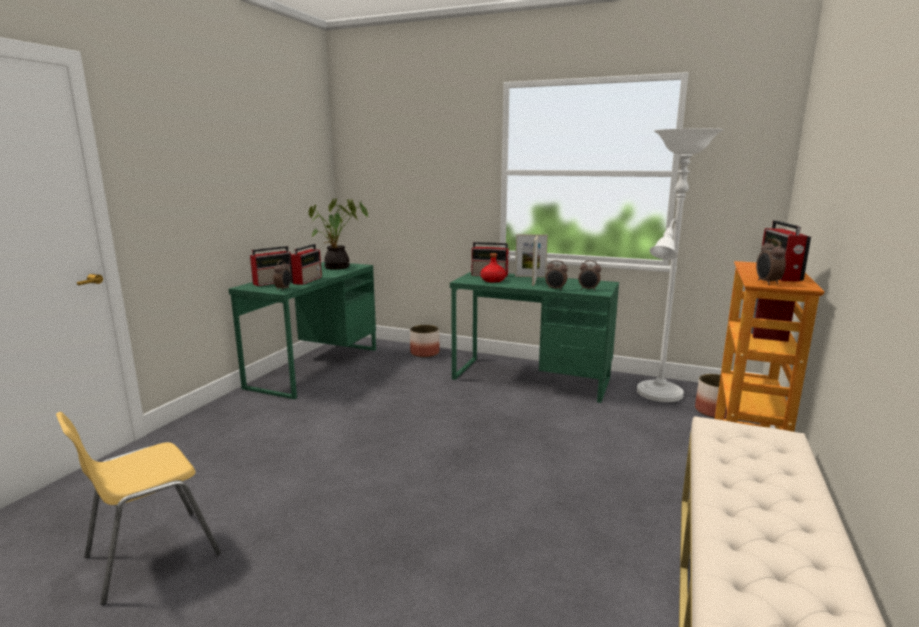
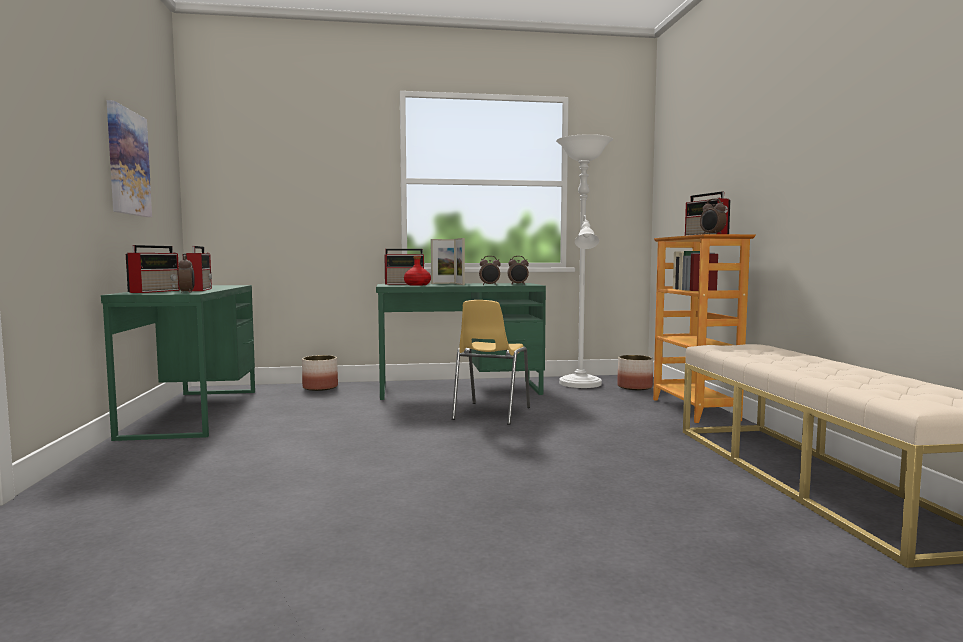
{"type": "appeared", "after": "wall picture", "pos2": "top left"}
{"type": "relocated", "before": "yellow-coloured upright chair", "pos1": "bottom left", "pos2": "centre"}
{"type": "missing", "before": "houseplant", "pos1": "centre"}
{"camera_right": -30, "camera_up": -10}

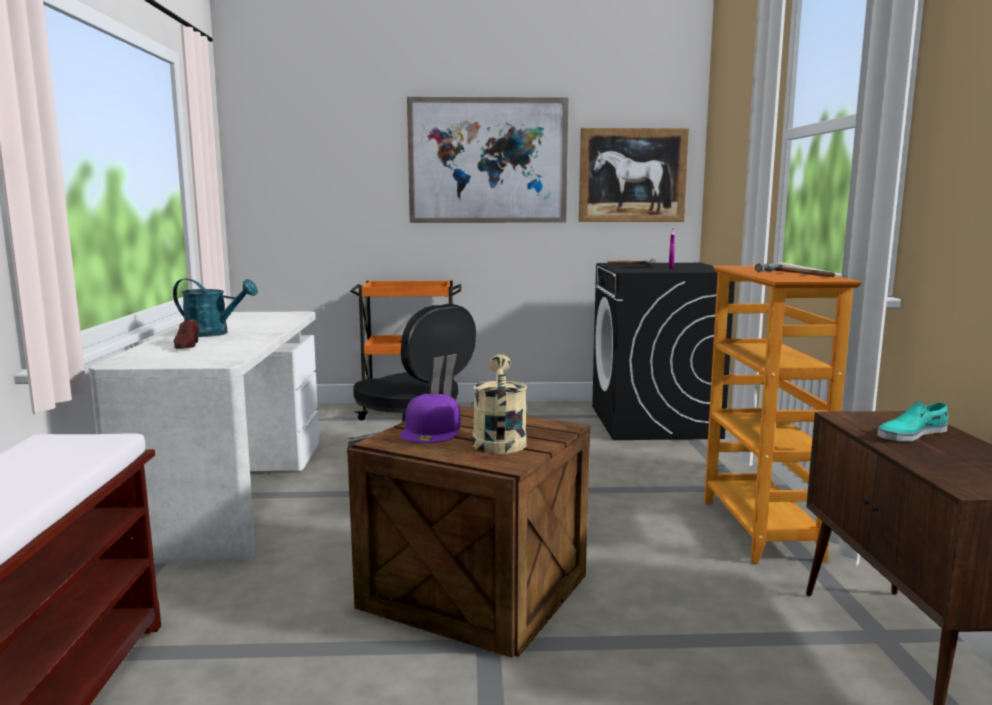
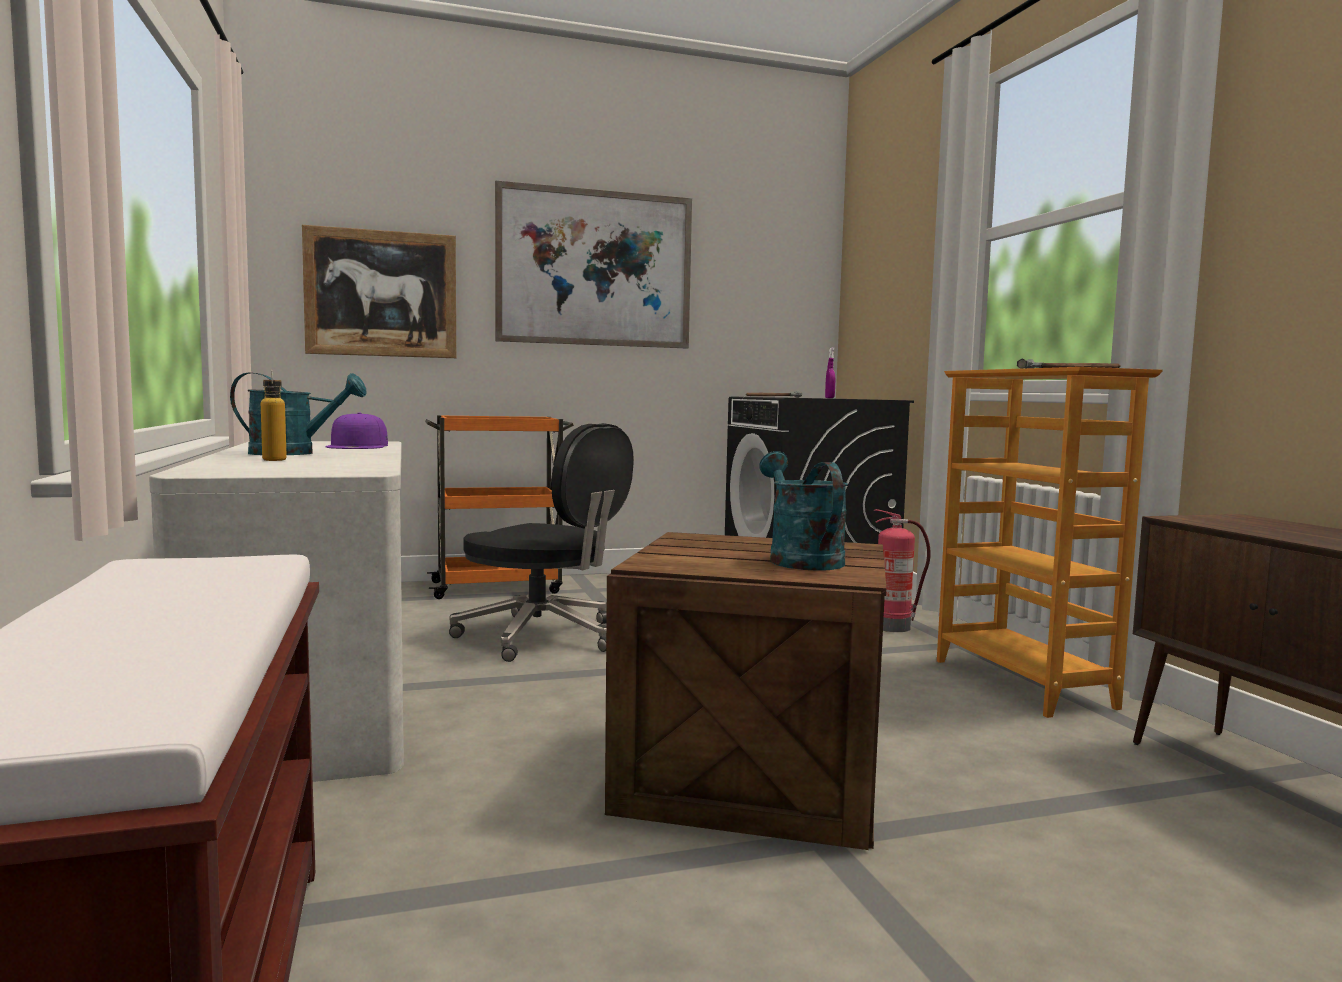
{"type": "exchanged", "before": "brownish shoe", "after": "bottle", "pos1": "middle left", "pos2": "middle left"}
{"type": "relocated", "before": "wall picture (no. 2 from left in the first image)", "after": "wall picture (no. 1 from left)", "pos1": "top centre", "pos2": "top left"}
{"type": "relocated", "before": "purple peaked cap", "pos1": "centre", "pos2": "middle left"}
{"type": "colour", "before": "beige-coloured watering can", "after": "blue-green watering can (no. 2 from left)", "pos1": "centre", "pos2": "centre"}
{"type": "appeared", "after": "extinguisher", "pos2": "middle right"}
{"type": "missing", "before": "blue-green shoe", "pos1": "middle right"}
{"camera_right": -15, "camera_up": -5}

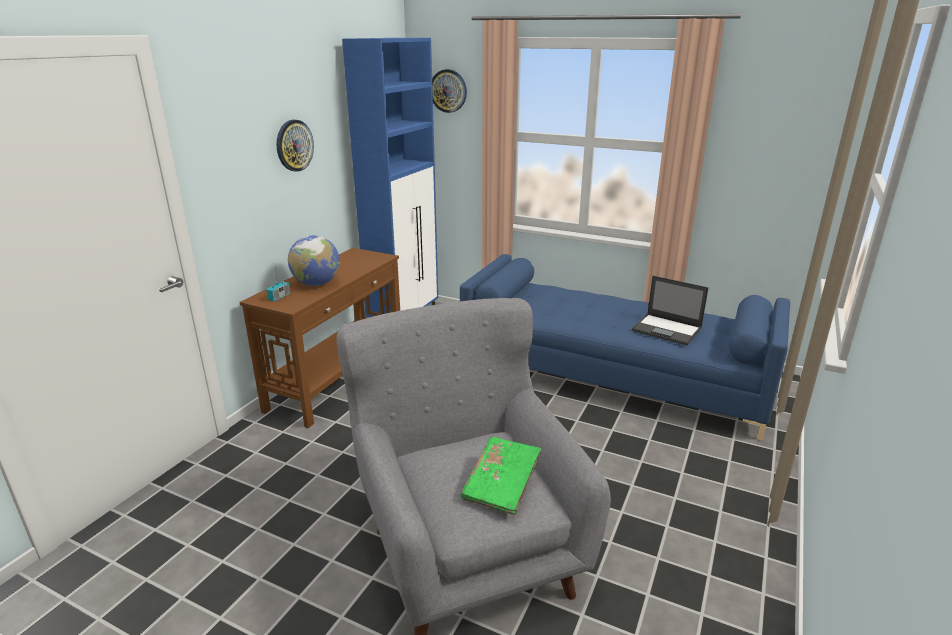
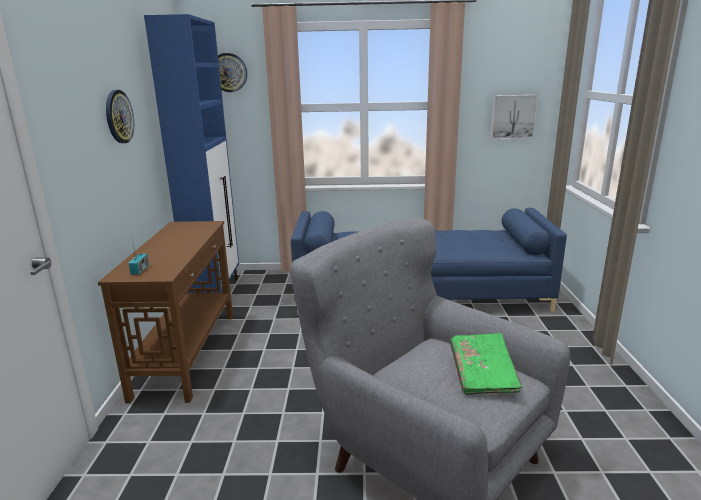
{"type": "appeared", "after": "wall picture", "pos2": "top right"}
{"type": "missing", "before": "globe", "pos1": "middle left"}
{"type": "missing", "before": "notebook computer", "pos1": "middle right"}
{"camera_right": -25, "camera_up": -5}

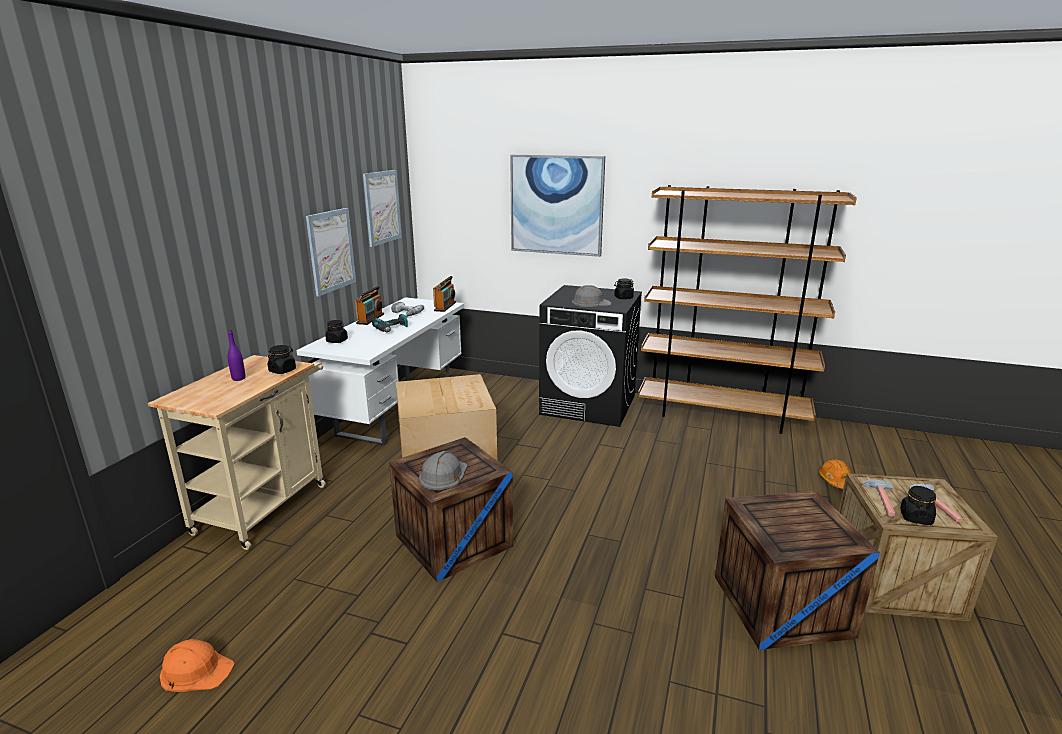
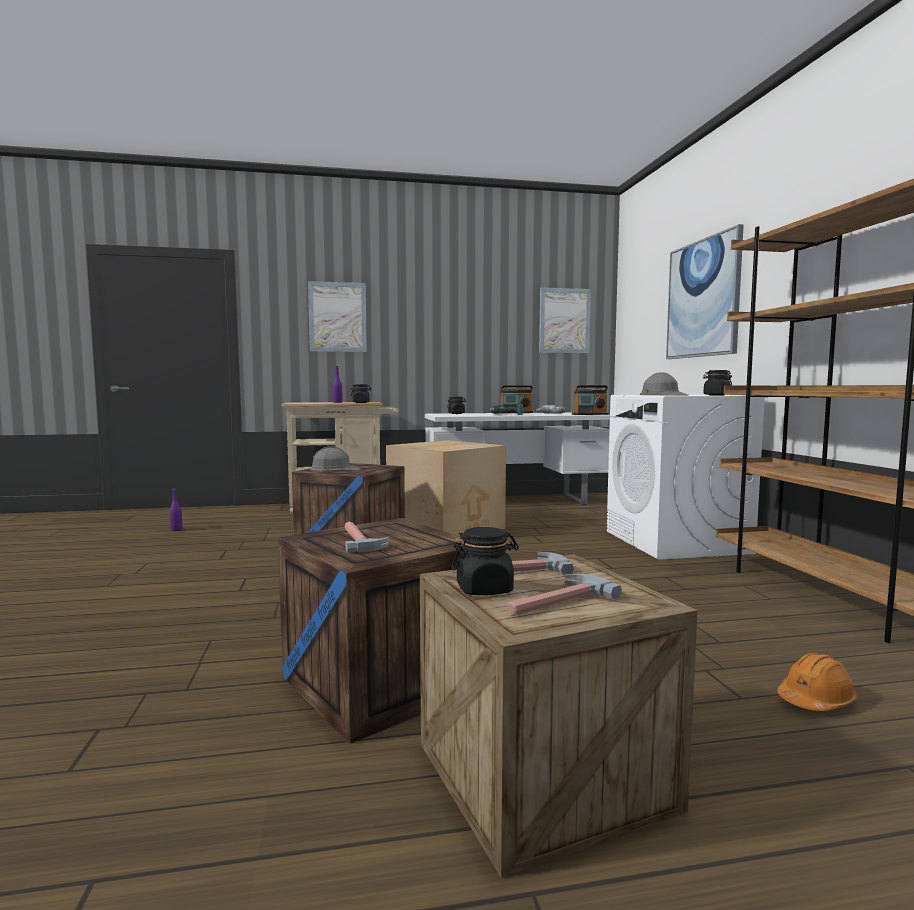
{"type": "exchanged", "before": "orange hard hat (no. 1 from left)", "after": "purple bottle (no. 1 from left)", "pos1": "bottom left", "pos2": "middle left"}
{"type": "relocated", "before": "wall picture (no. 1 from left)", "pos1": "middle left", "pos2": "centre"}
{"type": "appeared", "after": "hand hammer (no. 1 from left)", "pos2": "centre"}
{"type": "colour", "before": "blackish laundry appliance", "after": "white laundry appliance", "pos1": "centre", "pos2": "middle right"}
{"camera_right": 60, "camera_up": -15}

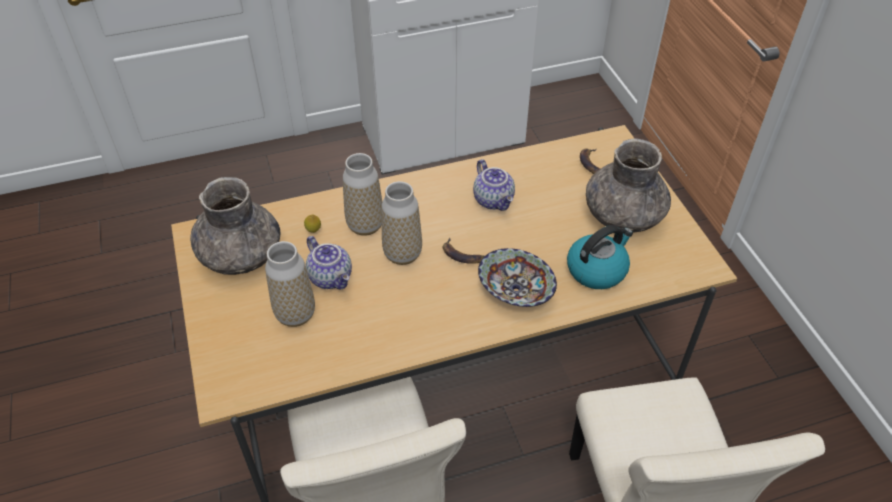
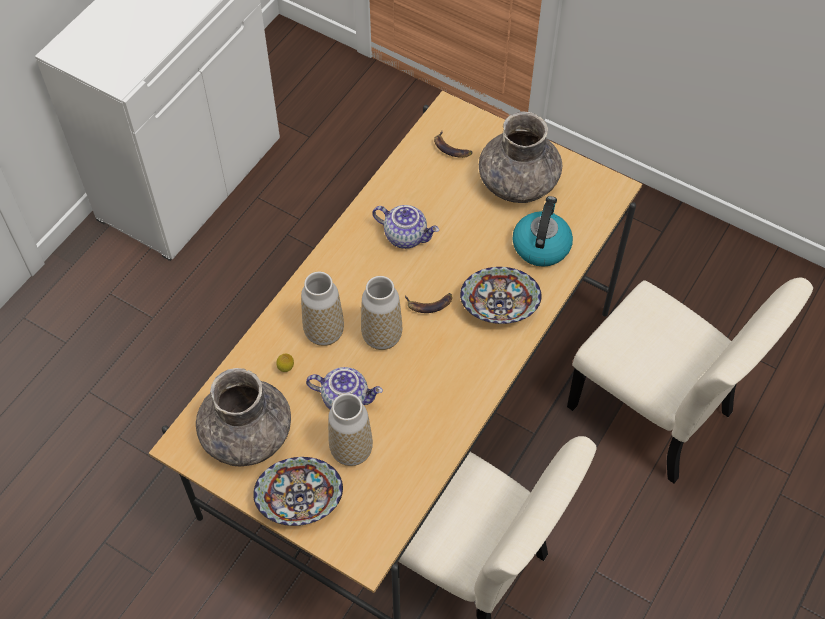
{"type": "appeared", "after": "serving bowl (no. 1 from left)", "pos2": "bottom centre"}
{"camera_right": -40, "camera_up": 10}

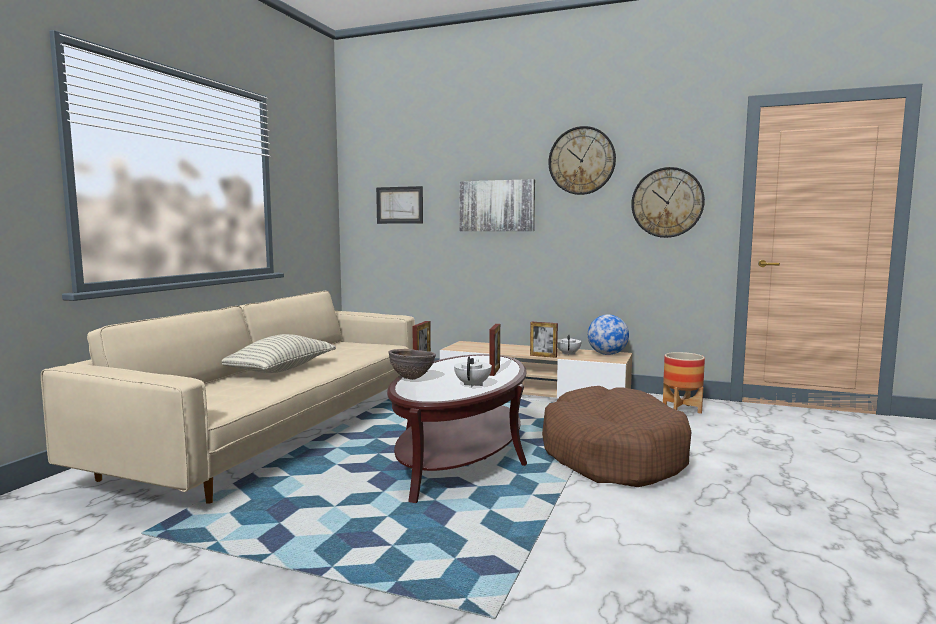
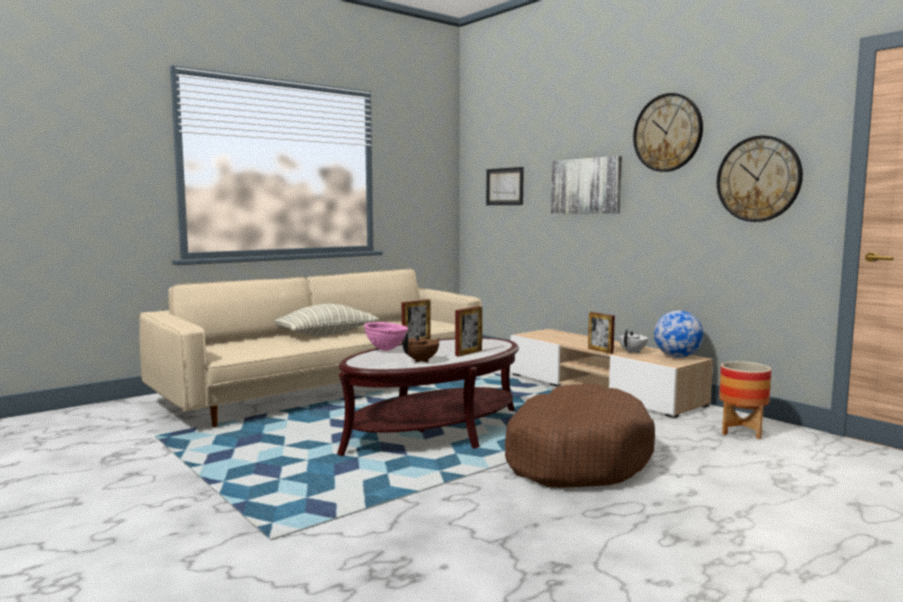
{"type": "colour", "before": "brownish serving bowl", "after": "pink-coloured serving bowl", "pos1": "centre", "pos2": "centre"}
{"type": "colour", "before": "white teapot (no. 1 from left)", "after": "brownish teapot", "pos1": "centre", "pos2": "centre"}
{"camera_right": 30, "camera_up": 0}

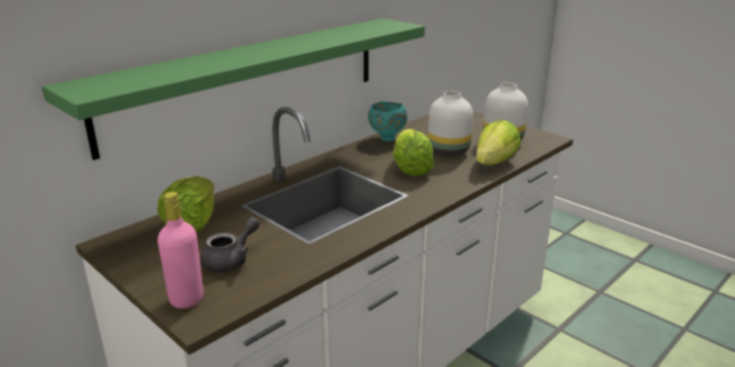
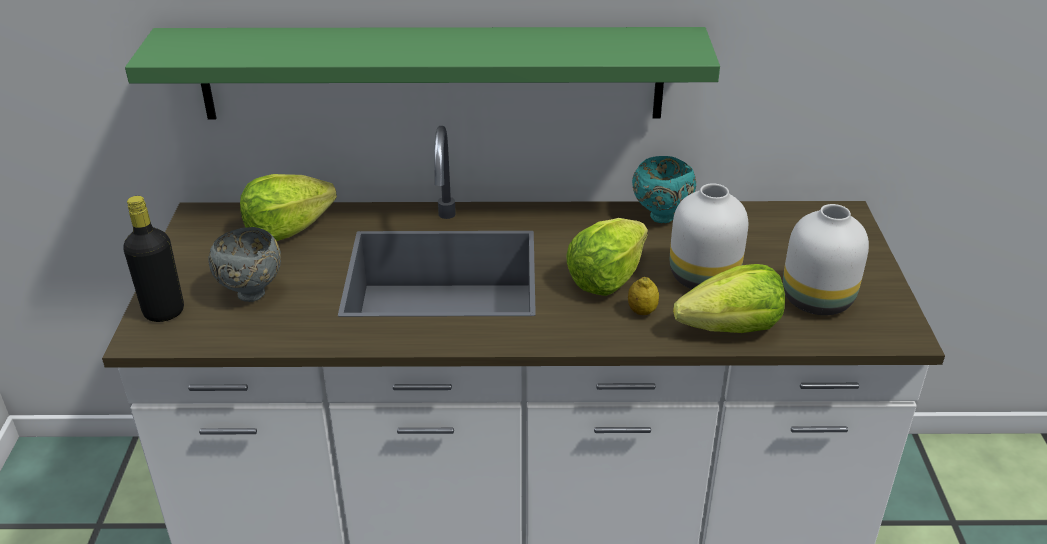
{"type": "colour", "before": "pink-coloured bottle", "after": "blackish bottle", "pos1": "bottom left", "pos2": "middle left"}
{"type": "exchanged", "before": "greyish teapot", "after": "greyish serving bowl", "pos1": "bottom left", "pos2": "middle left"}
{"type": "appeared", "after": "citrus fruit", "pos2": "centre"}
{"camera_right": 45, "camera_up": 10}

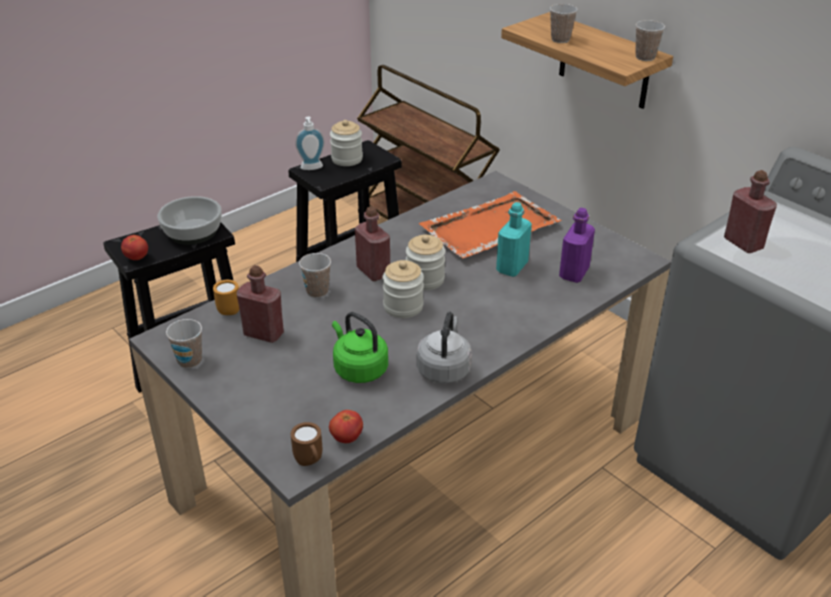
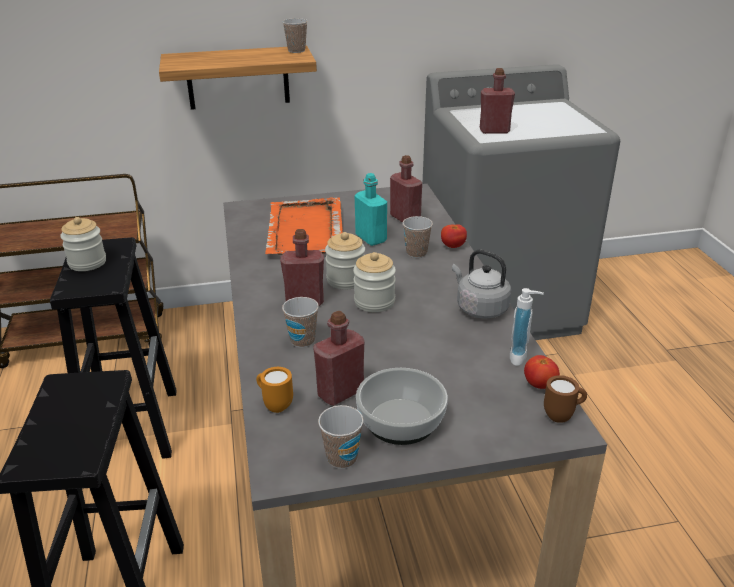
{"type": "relocated", "before": "serving bowl", "pos1": "middle left", "pos2": "bottom centre"}
{"type": "colour", "before": "purple bottle", "after": "red-coloured bottle (no. 3 from left)", "pos1": "middle right", "pos2": "top centre"}
{"type": "relocated", "before": "drinking cup (no. 3 from left in the first image)", "after": "drinking cup (no. 4 from left)", "pos1": "top right", "pos2": "centre"}
{"type": "relocated", "before": "tomato (no. 1 from left)", "pos1": "middle left", "pos2": "centre"}
{"type": "relocated", "before": "soap bottle", "pos1": "top centre", "pos2": "middle right"}
{"type": "missing", "before": "greenish tea kettle", "pos1": "centre"}
{"camera_right": -60, "camera_up": -5}

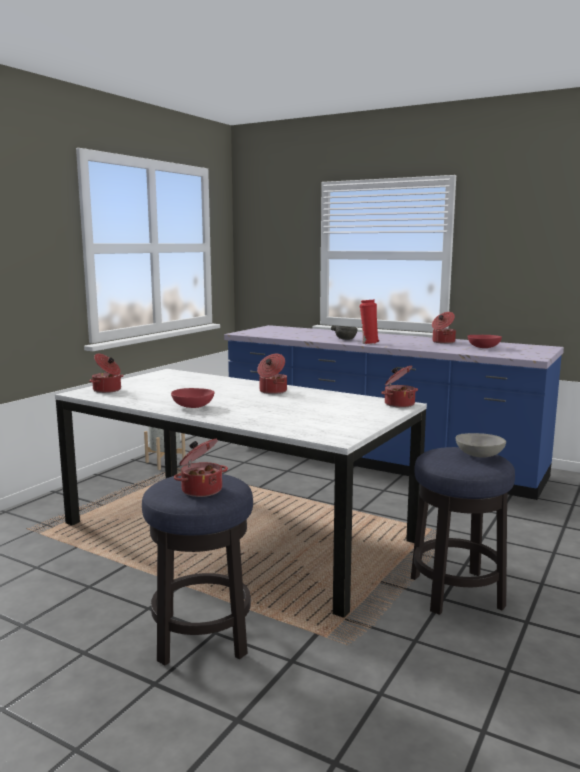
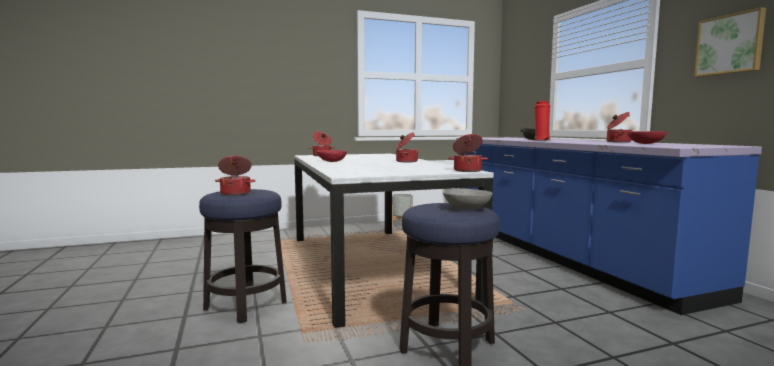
{"type": "appeared", "after": "wall picture", "pos2": "top right"}
{"camera_right": 40, "camera_up": -5}

